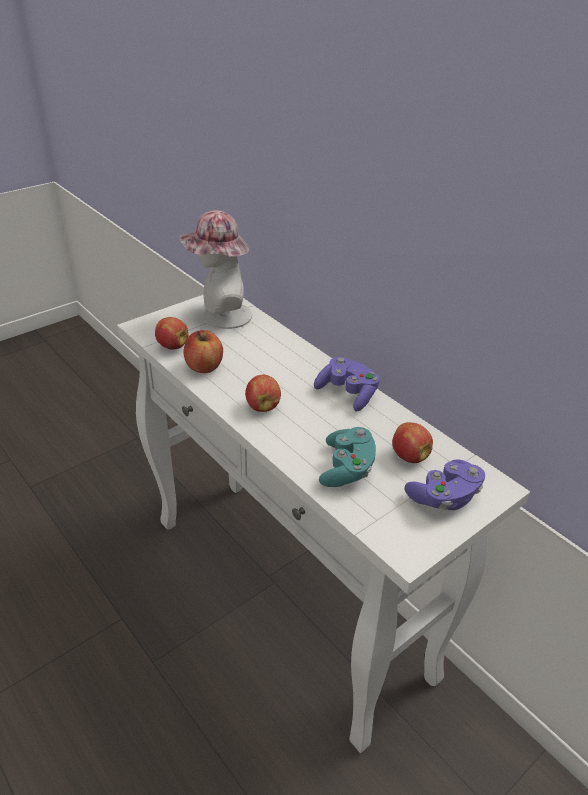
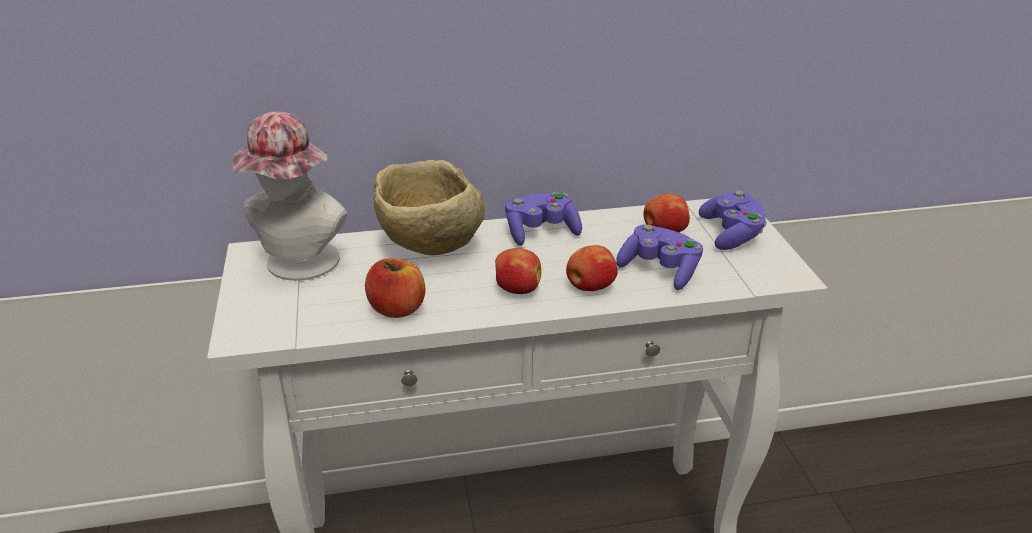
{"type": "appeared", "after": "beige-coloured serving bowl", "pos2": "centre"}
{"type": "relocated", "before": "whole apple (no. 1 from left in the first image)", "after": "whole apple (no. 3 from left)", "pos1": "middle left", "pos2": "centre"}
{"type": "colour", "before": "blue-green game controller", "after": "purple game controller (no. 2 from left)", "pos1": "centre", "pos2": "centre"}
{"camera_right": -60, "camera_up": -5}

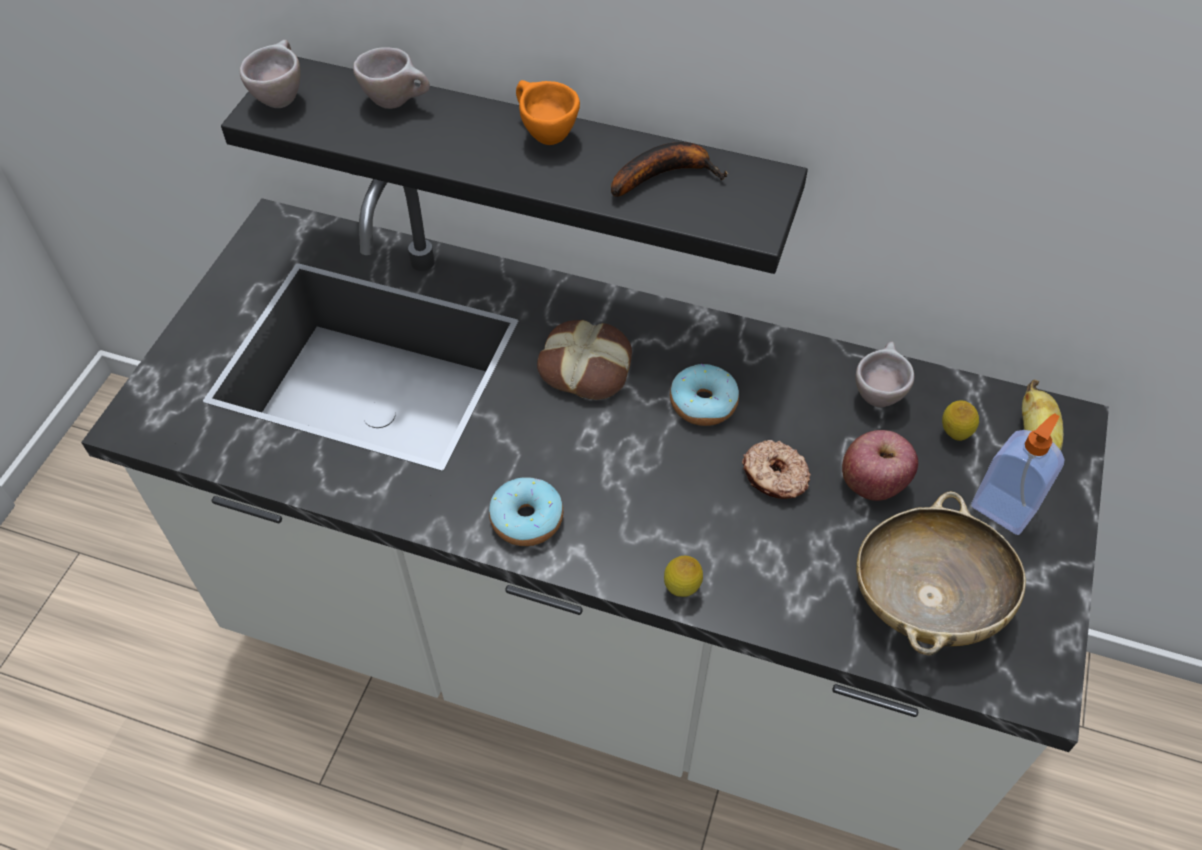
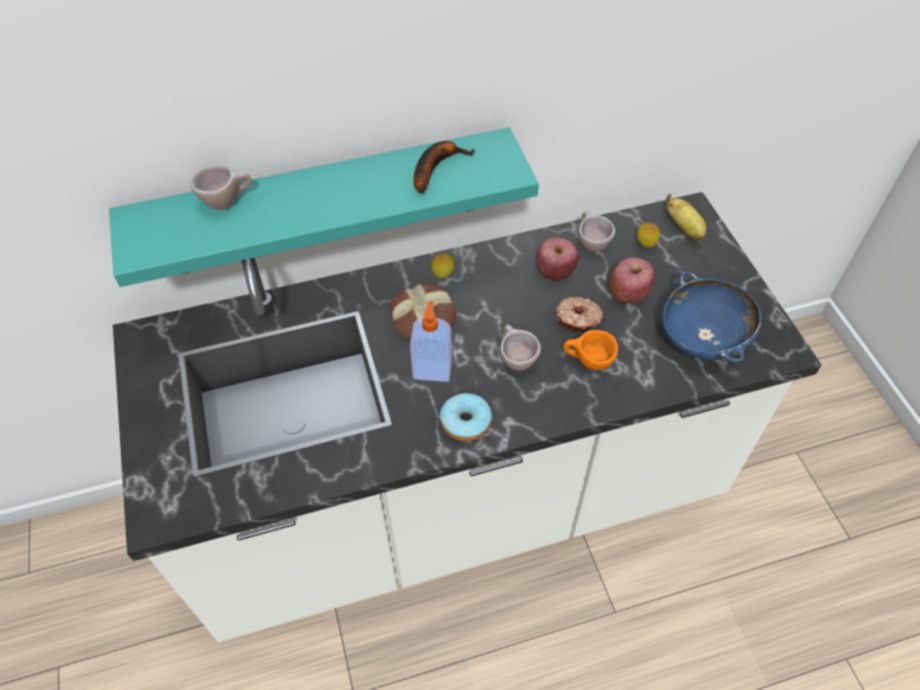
{"type": "colour", "before": "blackish wall shelf", "after": "blue-green wall shelf", "pos1": "top centre", "pos2": "top centre"}
{"type": "relocated", "before": "soap bottle", "pos1": "middle right", "pos2": "centre"}
{"type": "relocated", "before": "citrus fruit (no. 1 from left)", "pos1": "bottom centre", "pos2": "centre"}
{"type": "relocated", "before": "beige-coloured drinking cup (no. 1 from left in the first image)", "after": "beige-coloured drinking cup (no. 2 from left)", "pos1": "top left", "pos2": "centre"}
{"type": "appeared", "after": "whole apple (no. 1 from left)", "pos2": "centre"}
{"type": "relocated", "before": "orange drinking cup", "pos1": "top centre", "pos2": "centre"}
{"type": "colour", "before": "beige-coloured serving bowl", "after": "bluish serving bowl", "pos1": "bottom right", "pos2": "middle right"}
{"type": "missing", "before": "doughnut (no. 2 from left)", "pos1": "centre"}
{"camera_right": -35, "camera_up": 0}

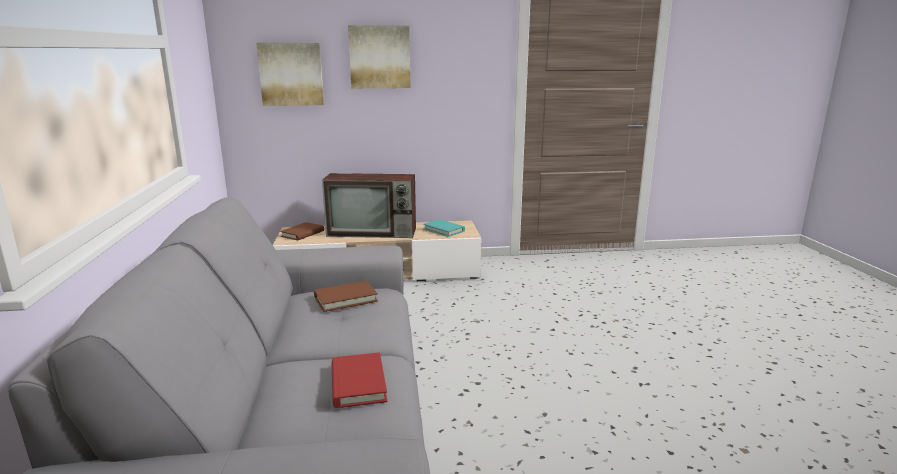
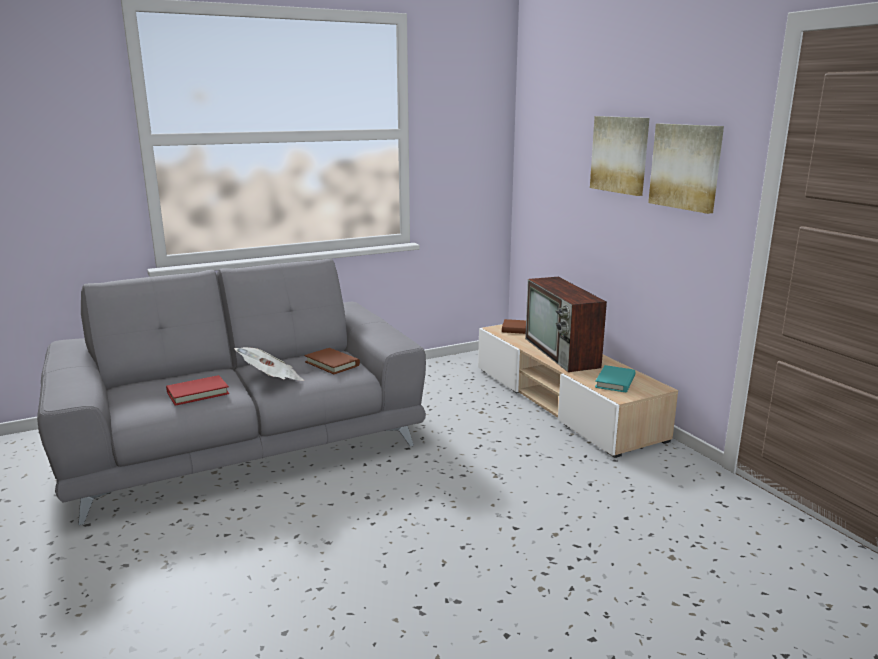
{"type": "appeared", "after": "daily paper", "pos2": "middle left"}
{"type": "relocated", "before": "wall picture (no. 1 from left in the first image)", "after": "wall picture (no. 2 from left)", "pos1": "top left", "pos2": "top right"}
{"camera_right": 70, "camera_up": 0}

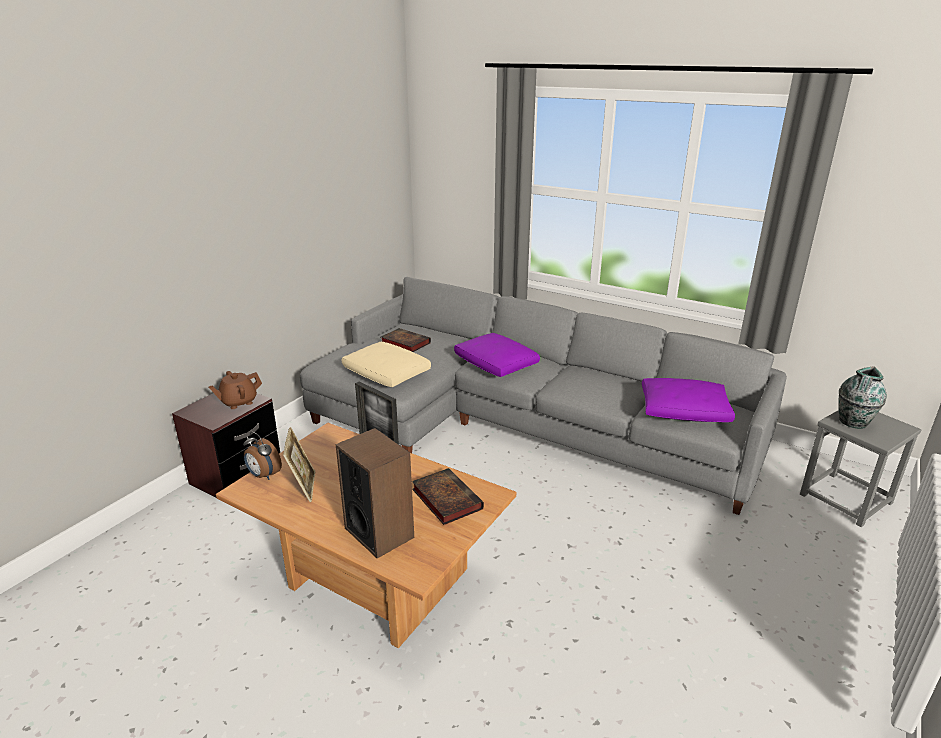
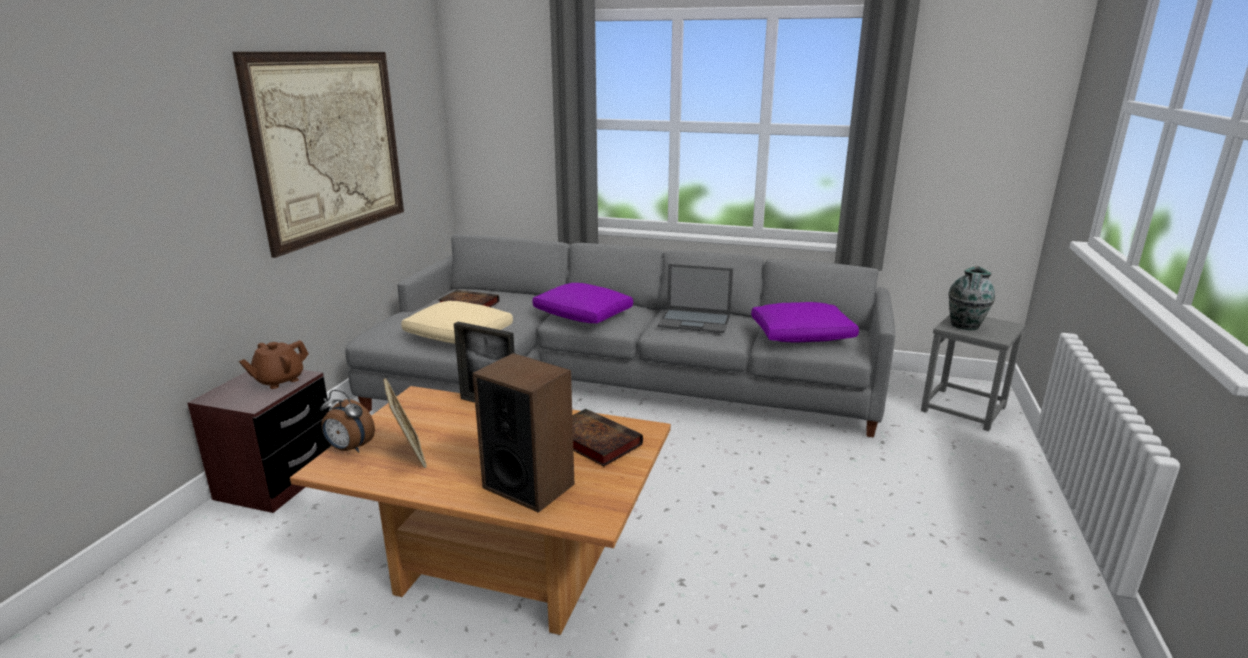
{"type": "appeared", "after": "wall picture", "pos2": "top left"}
{"type": "appeared", "after": "notebook computer", "pos2": "centre"}
{"camera_right": -15, "camera_up": -5}

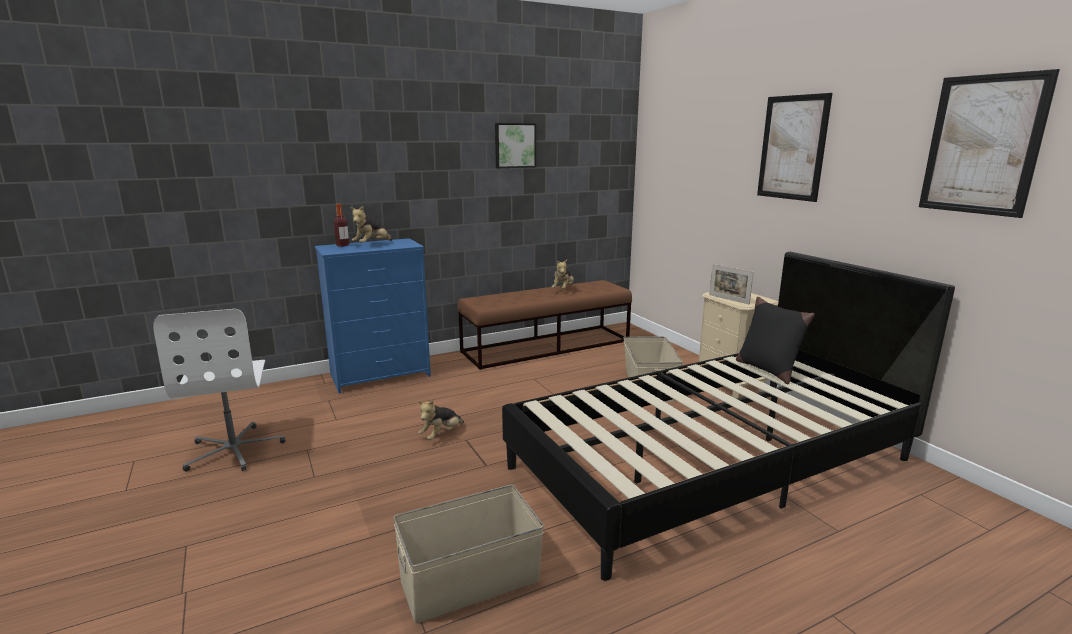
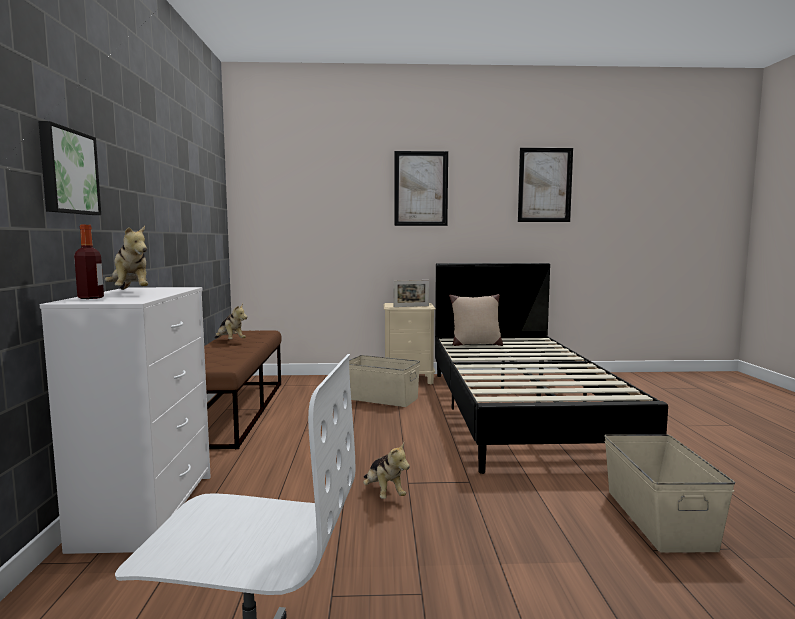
{"type": "relocated", "before": "wall picture (no. 1 from left)", "pos1": "top centre", "pos2": "top left"}
{"type": "colour", "before": "bluish drawer chest", "after": "white drawer chest", "pos1": "centre", "pos2": "bottom left"}
{"type": "colour", "before": "blackish pillow", "after": "beige-coloured pillow", "pos1": "middle right", "pos2": "centre"}
{"camera_right": -65, "camera_up": -10}

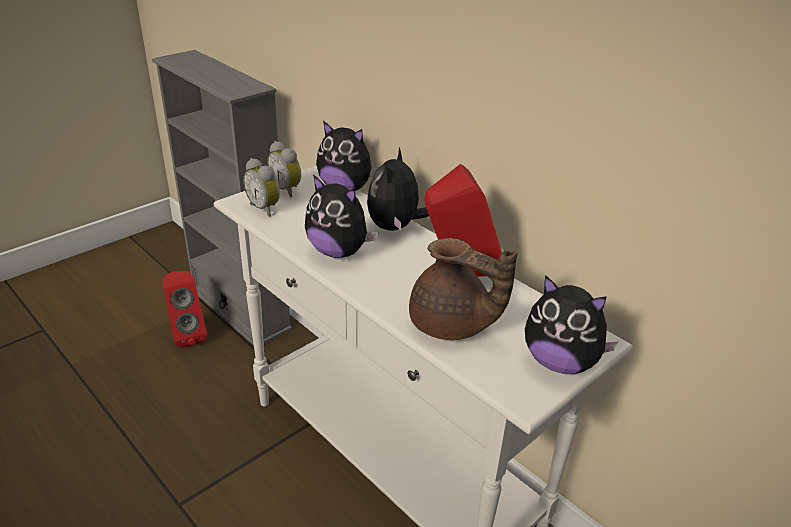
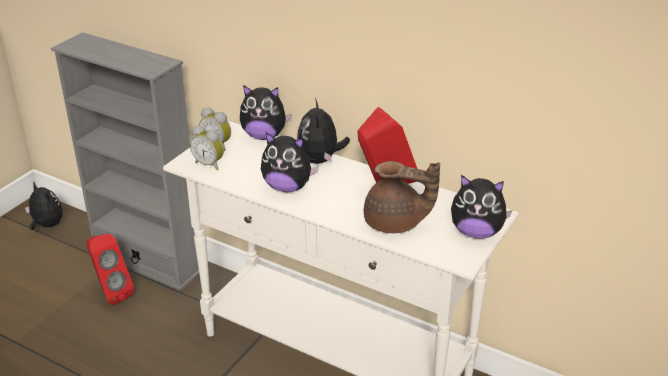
{"type": "appeared", "after": "cuddly toy (no. 1 from left)", "pos2": "middle left"}
{"camera_right": -15, "camera_up": 0}

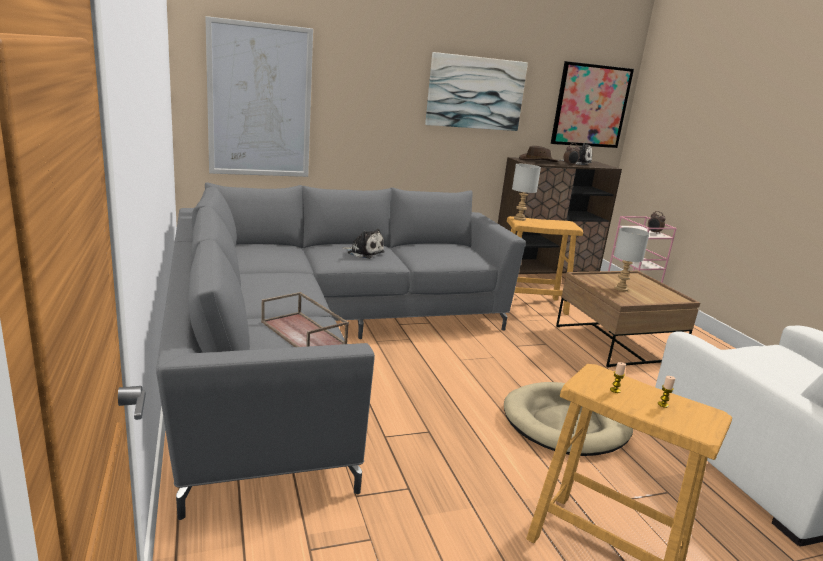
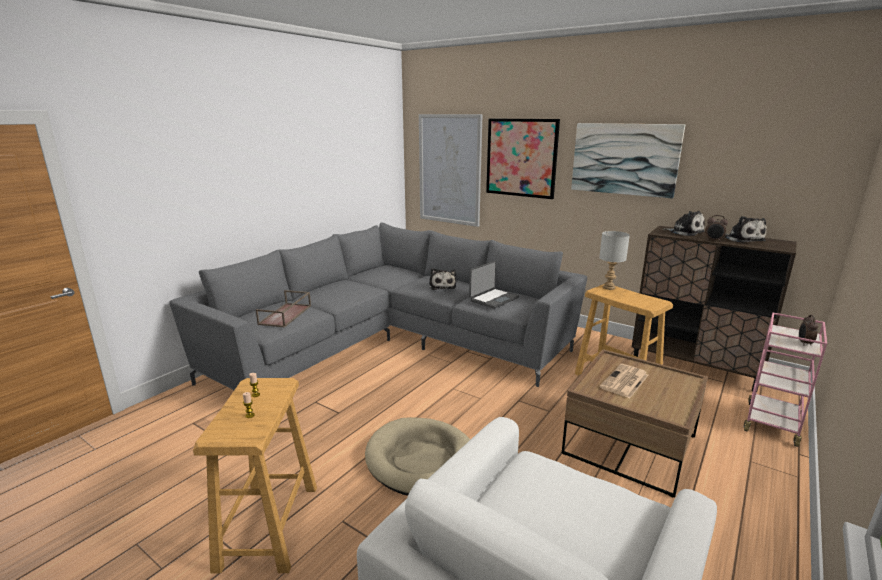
{"type": "appeared", "after": "notebook computer", "pos2": "centre"}
{"type": "relocated", "before": "wall picture (no. 3 from left in the first image)", "after": "wall picture (no. 2 from left)", "pos1": "top right", "pos2": "top centre"}
{"type": "exchanged", "before": "greyish lamp for a table (no. 2 from left)", "after": "daily paper", "pos1": "middle right", "pos2": "middle right"}
{"type": "exchanged", "before": "brownish hat", "after": "cuddly toy (no. 2 from left)", "pos1": "top centre", "pos2": "middle right"}
{"camera_right": 55, "camera_up": 0}

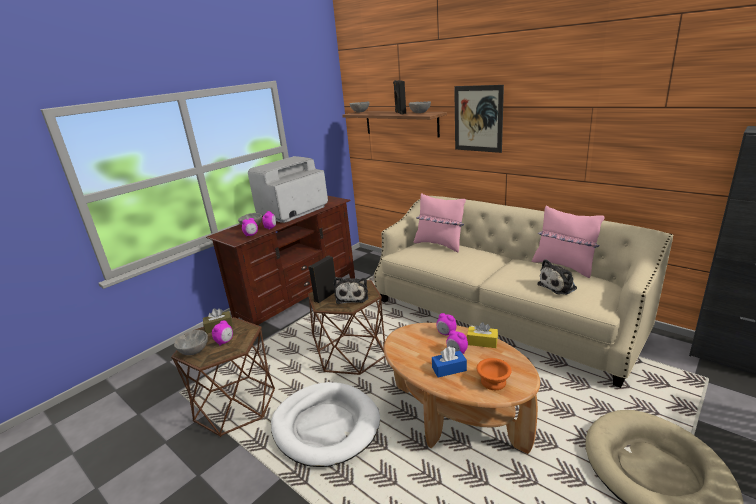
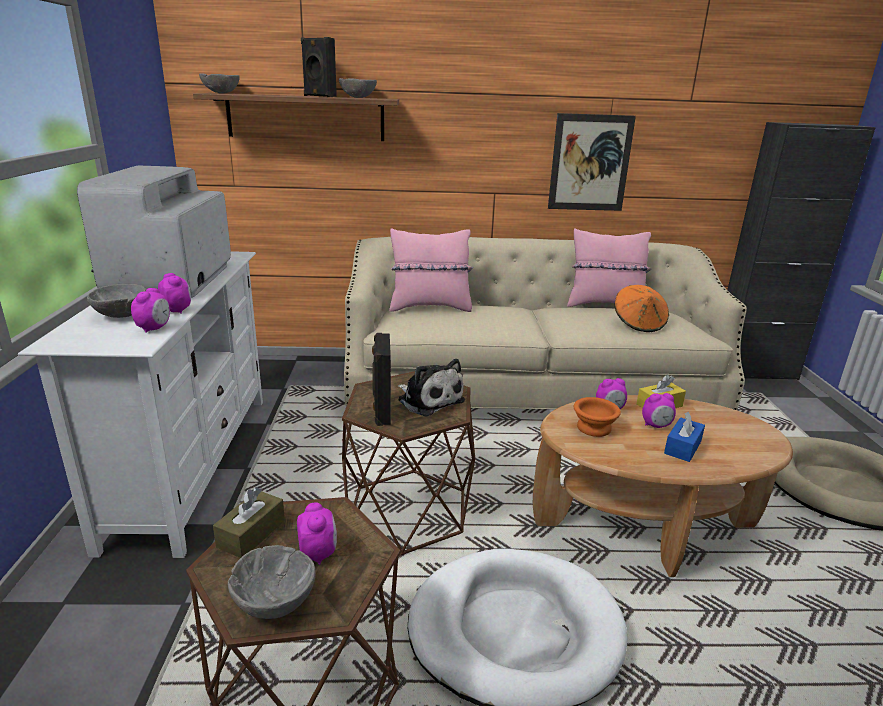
{"type": "colour", "before": "brownish tv unit", "after": "white tv unit", "pos1": "centre", "pos2": "middle left"}
{"type": "relocated", "before": "wall picture", "pos1": "top centre", "pos2": "top right"}
{"type": "relocated", "before": "orange serving bowl", "pos1": "bottom centre", "pos2": "middle right"}
{"type": "exchanged", "before": "cuddly toy (no. 2 from left)", "after": "orange hat", "pos1": "middle right", "pos2": "middle right"}
{"camera_right": -45, "camera_up": 0}

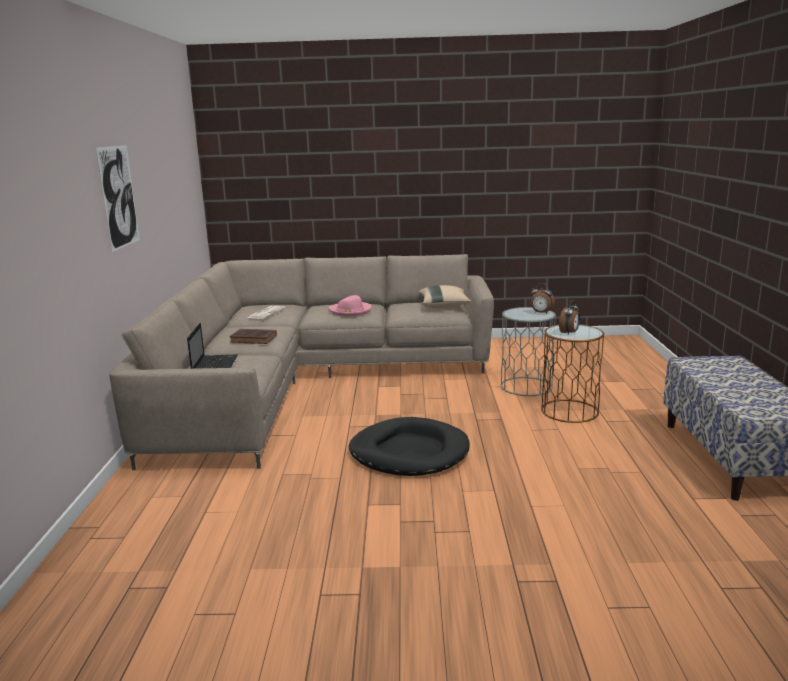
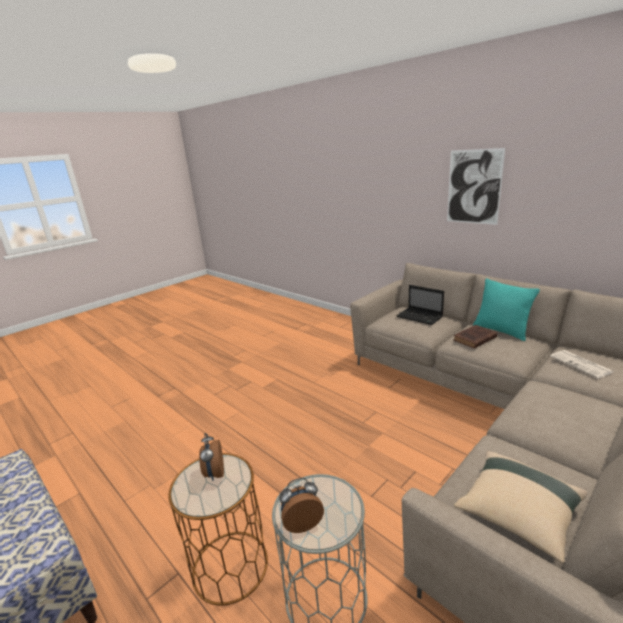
{"type": "appeared", "after": "blue-green pillow", "pos2": "middle right"}
{"type": "missing", "before": "pink-coloured hat", "pos1": "centre"}
{"type": "missing", "before": "blackish dog cushion", "pos1": "centre"}
{"camera_right": 135, "camera_up": 5}

